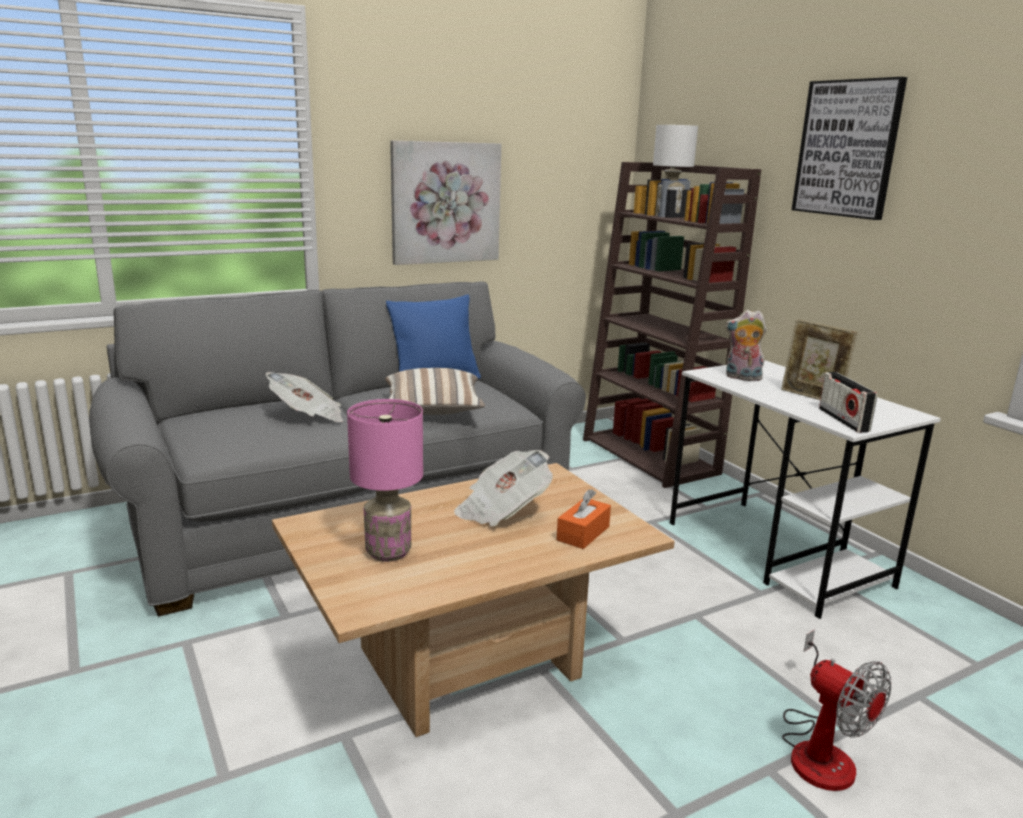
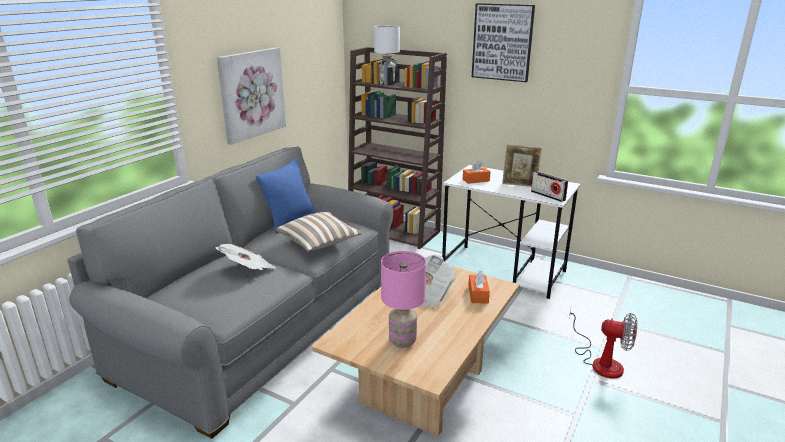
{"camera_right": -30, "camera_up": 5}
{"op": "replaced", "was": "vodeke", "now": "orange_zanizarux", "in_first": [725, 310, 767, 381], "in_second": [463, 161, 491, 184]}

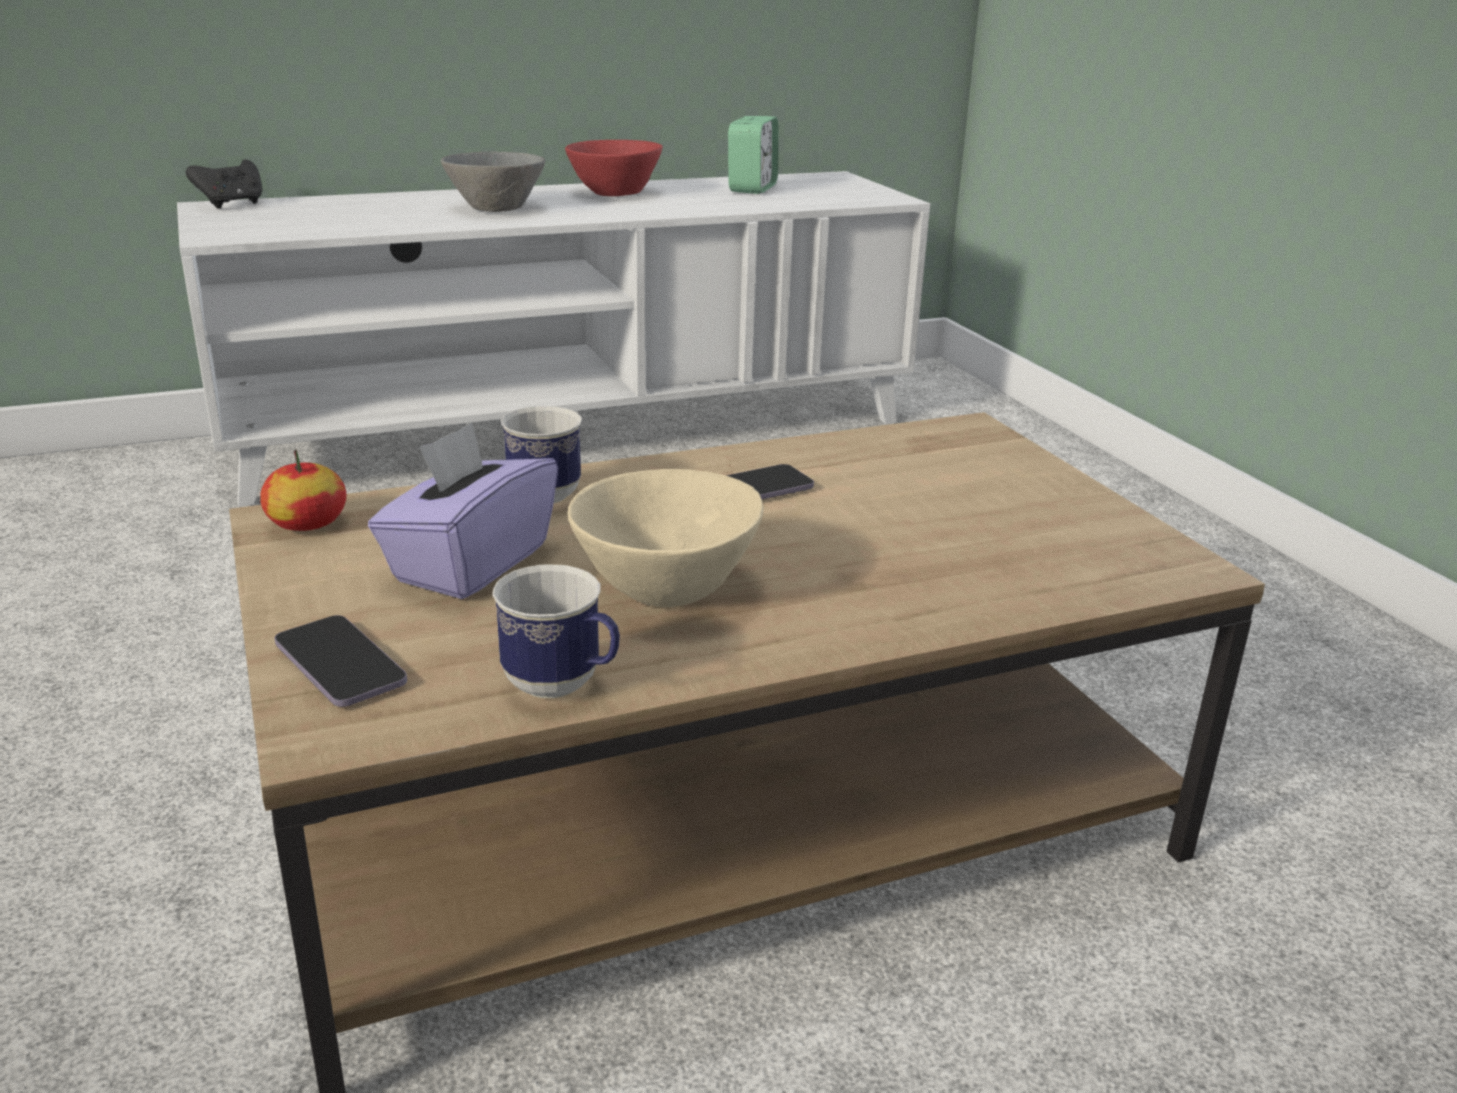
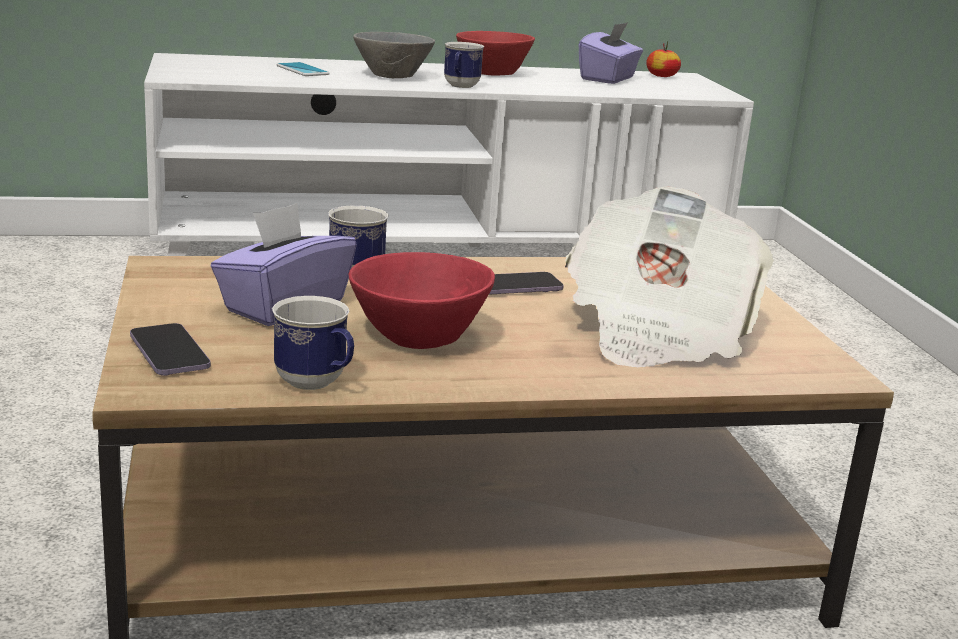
{"camera_right": 10, "camera_up": -5}
{"op": "removed", "was": "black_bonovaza", "in_first": [186, 160, 262, 209]}
{"op": "added", "now": "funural", "in_second": [277, 62, 330, 76]}
{"op": "added", "now": "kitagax", "in_second": [444, 42, 484, 88]}
{"op": "added", "now": "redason", "in_second": [565, 186, 774, 367]}
{"op": "moved", "was": "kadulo", "in_first": [260, 449, 346, 531], "in_second": [646, 41, 681, 77]}
{"op": "replaced", "was": "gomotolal", "now": "purple_zanizarux", "in_first": [728, 116, 779, 194], "in_second": [579, 22, 643, 84]}
{"op": "recoloured", "was": "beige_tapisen", "now": "red_tapisen", "in_first": [567, 469, 764, 607], "in_second": [349, 252, 495, 349]}

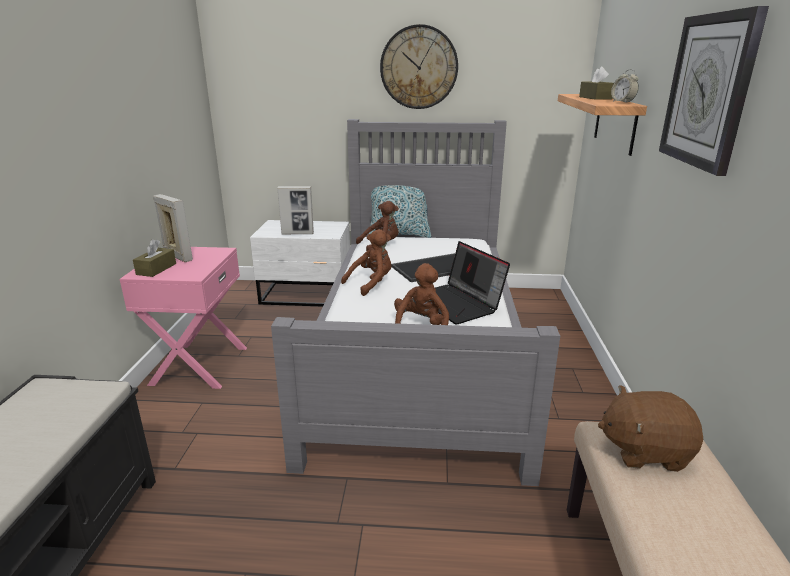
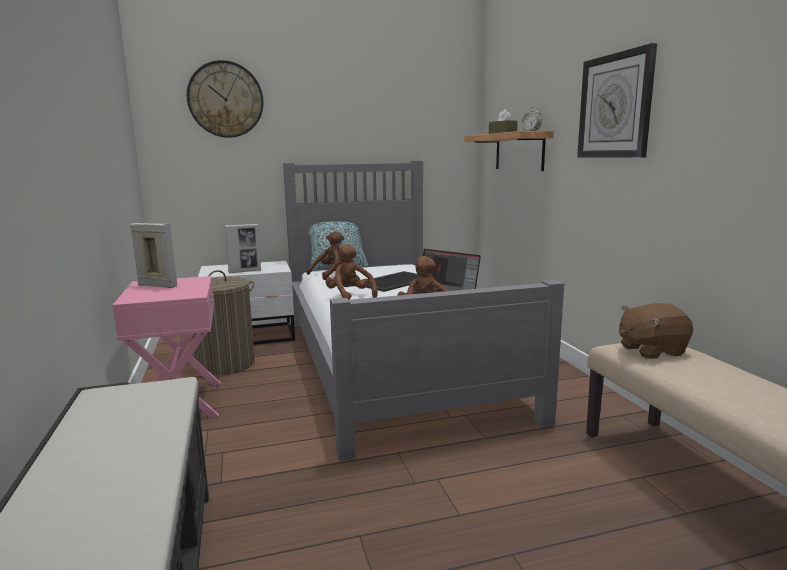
{"camera_right": -20, "camera_up": -10}
{"op": "removed", "was": "brown_zanizarux", "in_first": [133, 239, 176, 277]}
{"op": "added", "now": "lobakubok", "in_second": [192, 270, 255, 375]}
{"op": "moved", "was": "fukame", "in_first": [380, 24, 458, 109], "in_second": [187, 60, 264, 138]}
{"op": "turned", "was": "brown_vodeke", "in_first": [341, 229, 392, 296], "in_second": [325, 244, 378, 300], "clockwise": -60}

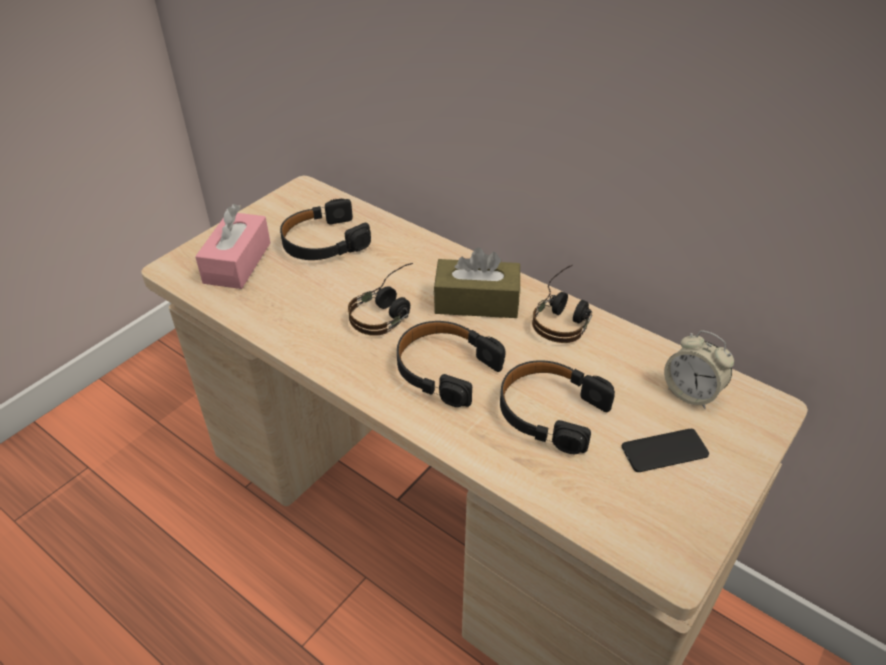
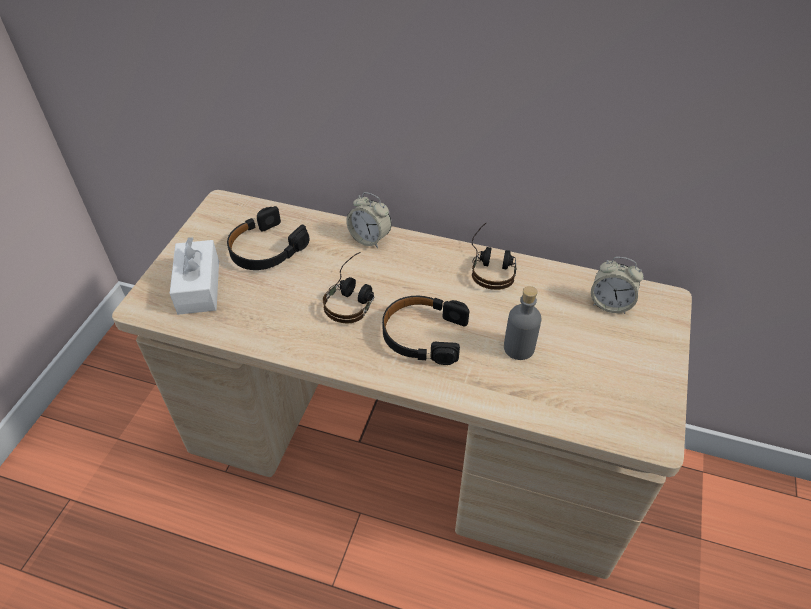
{"camera_right": -20, "camera_up": 5}
{"op": "removed", "was": "brown_zanizarux", "in_first": [433, 247, 520, 318]}
{"op": "removed", "was": "funural", "in_first": [622, 429, 709, 472]}
{"op": "added", "now": "gomotolal", "in_second": [346, 192, 392, 248]}
{"op": "replaced", "was": "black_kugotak", "now": "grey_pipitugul", "in_first": [500, 360, 615, 454], "in_second": [504, 286, 542, 360]}
{"op": "recoloured", "was": "pink_zanizarux", "now": "white_zanizarux", "in_first": [195, 204, 270, 289], "in_second": [170, 237, 219, 315]}

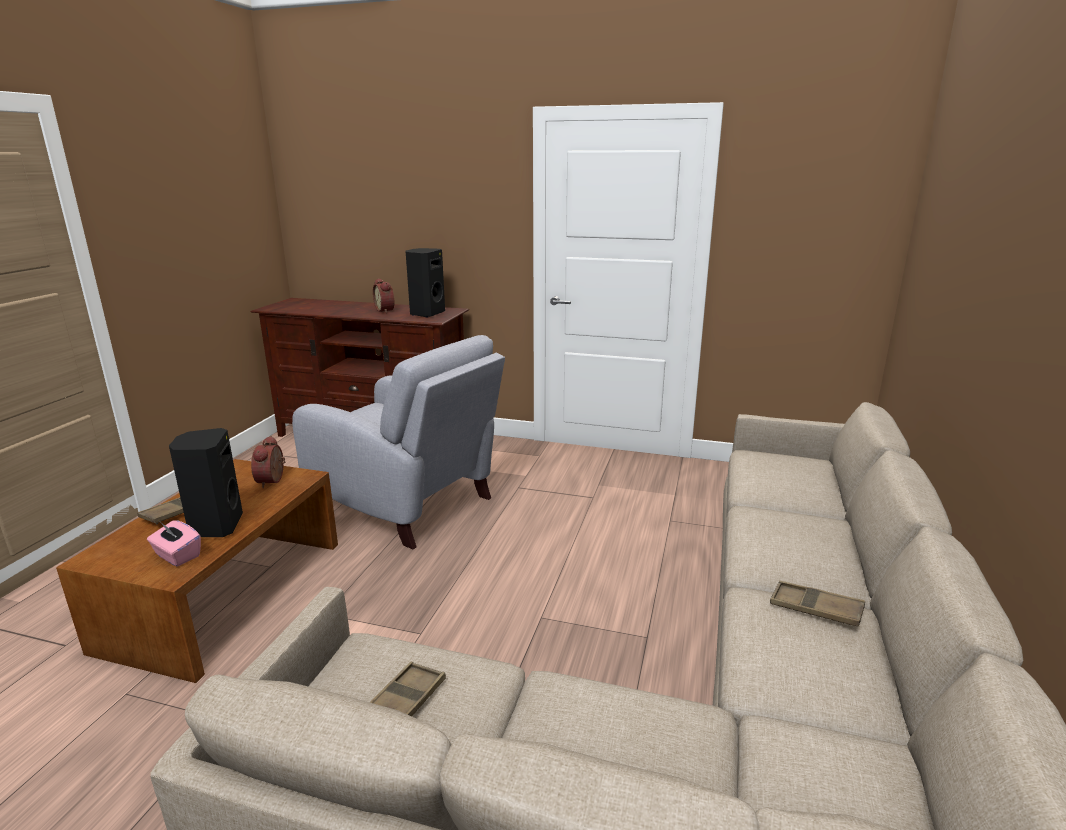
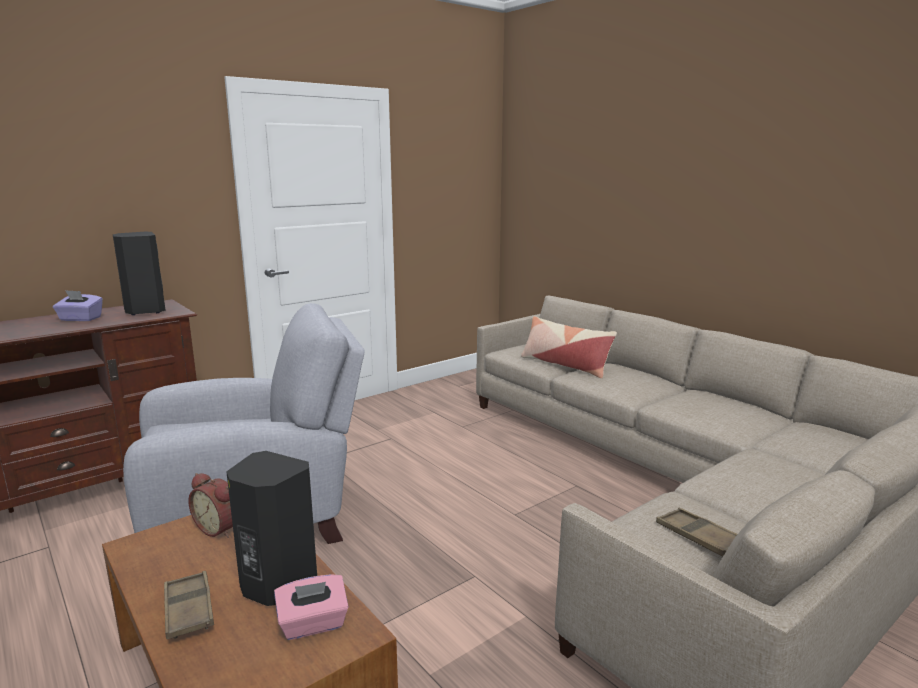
{"camera_right": -55, "camera_up": -5}
{"op": "removed", "was": "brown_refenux", "in_first": [770, 581, 865, 627]}
{"op": "added", "now": "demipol", "in_second": [521, 316, 617, 378]}
{"op": "replaced", "was": "gomotolal", "now": "purple_zanizarux", "in_first": [373, 279, 394, 313], "in_second": [53, 290, 103, 321]}

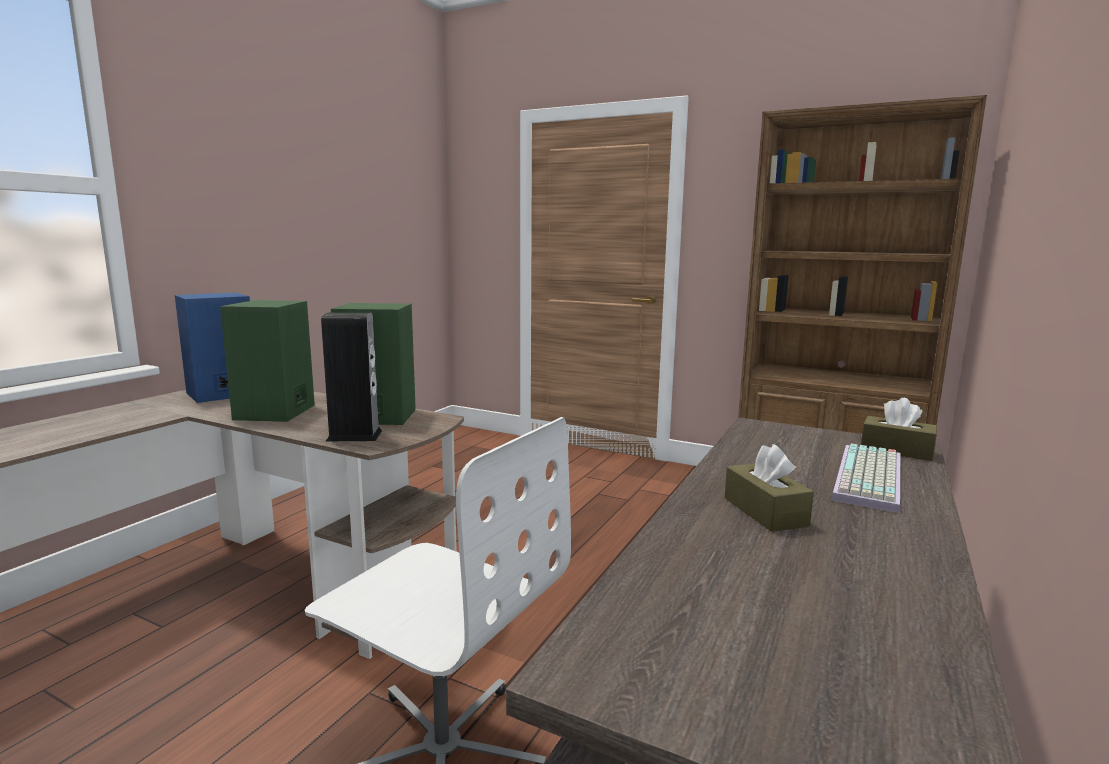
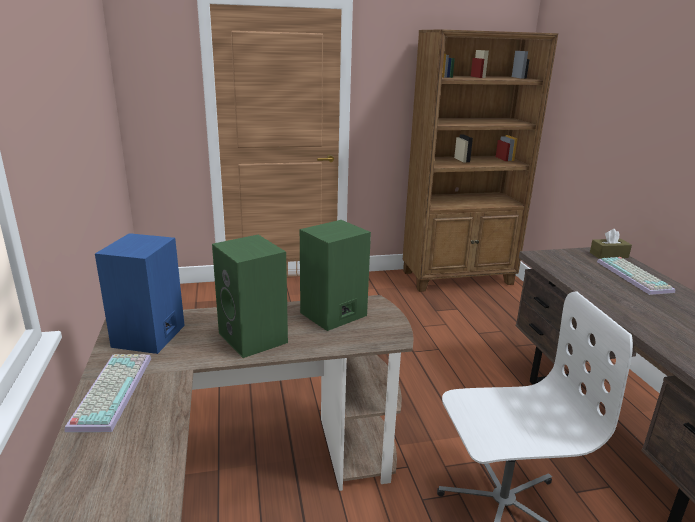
{"camera_right": -40, "camera_up": 10}
{"op": "removed", "was": "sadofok", "in_first": [321, 313, 382, 441]}
{"op": "removed", "was": "brown_zanizarux", "in_first": [725, 444, 814, 532]}
{"op": "added", "now": "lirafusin", "in_second": [65, 354, 151, 432]}

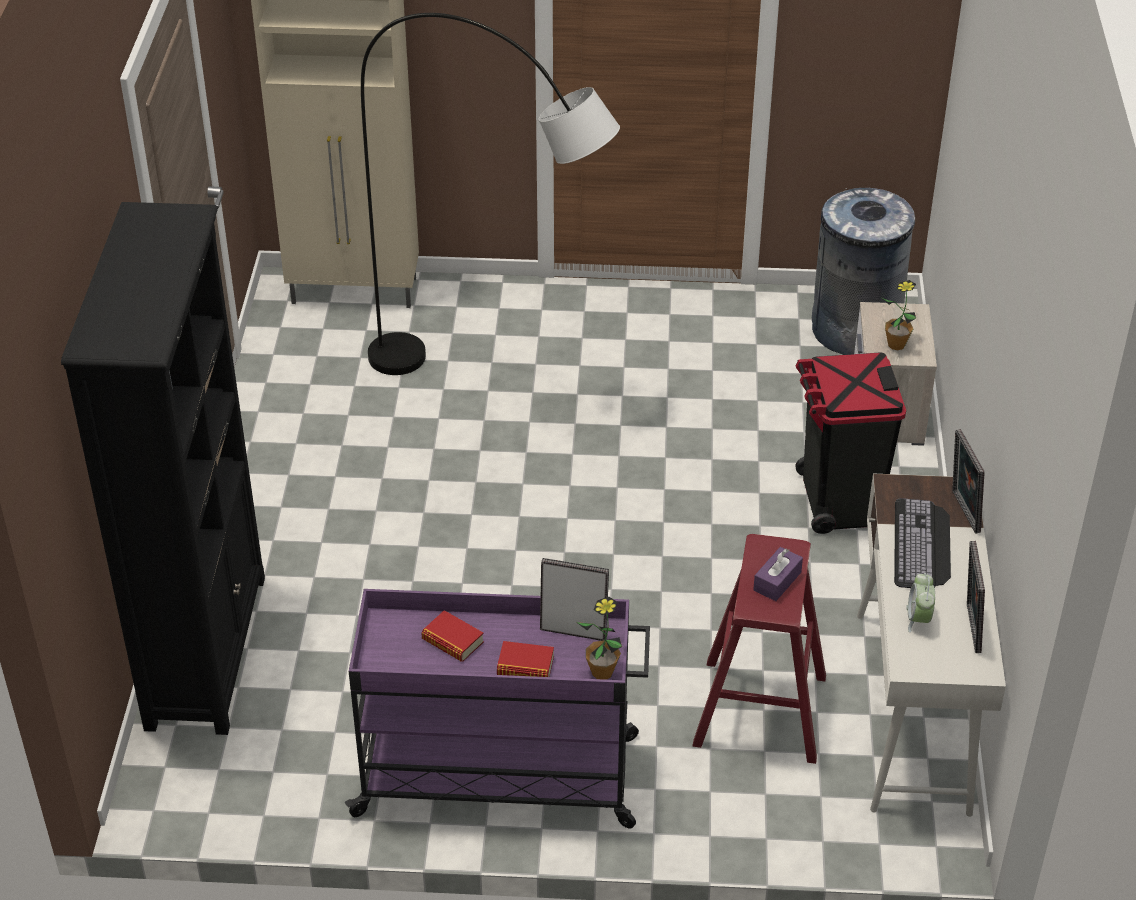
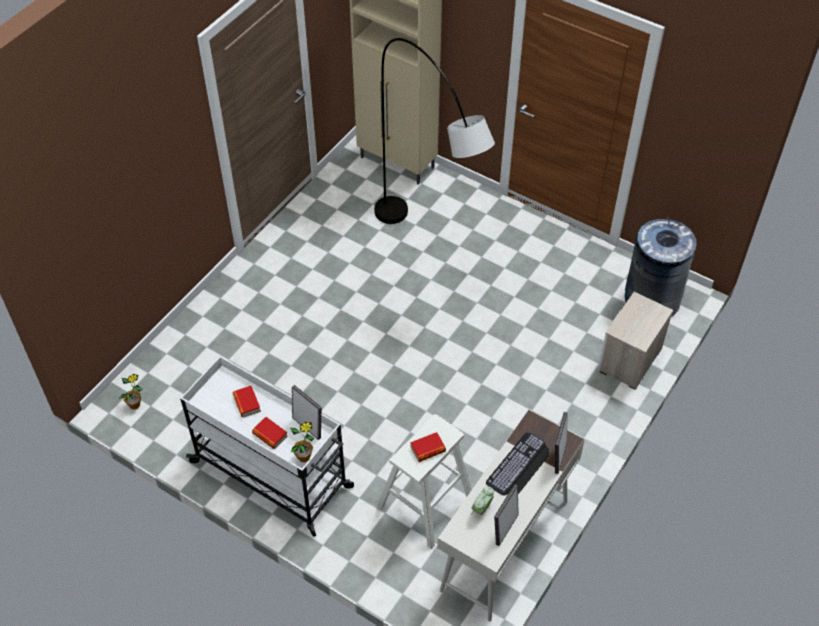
{"camera_right": 30, "camera_up": 10}
{"op": "removed", "was": "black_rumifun", "in_first": [61, 202, 265, 735]}
{"op": "removed", "was": "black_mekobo", "in_first": [795, 352, 906, 534]}
{"op": "moved", "was": "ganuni", "in_first": [882, 280, 916, 350], "in_second": [119, 374, 143, 410]}
{"op": "replaced", "was": "purple_zanizarux", "now": "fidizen", "in_first": [753, 547, 803, 601], "in_second": [410, 432, 446, 462]}
{"op": "recoloured", "was": "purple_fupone", "now": "white_fupone", "in_first": [345, 589, 650, 829], "in_second": [180, 356, 354, 537]}
{"op": "recoloured", "was": "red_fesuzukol", "now": "white_fesuzukol", "in_first": [693, 534, 826, 764], "in_second": [377, 414, 472, 549]}

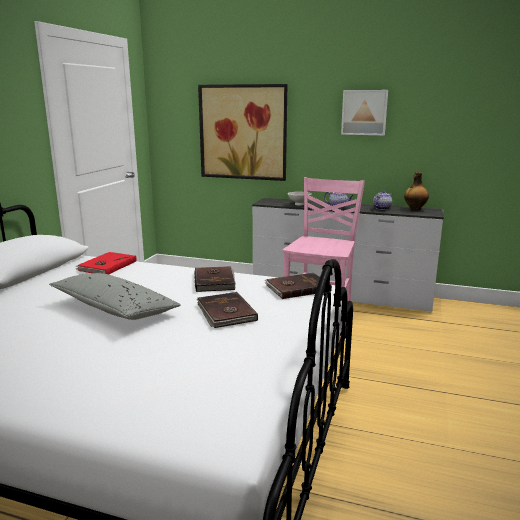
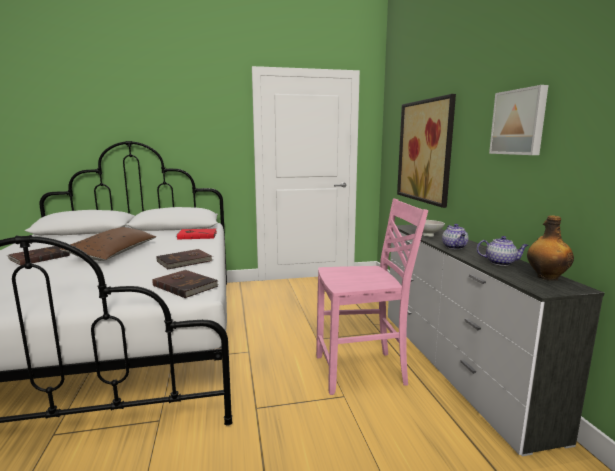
{"camera_right": 60, "camera_up": -5}
{"op": "moved", "was": "brown_fidizen", "in_first": [197, 292, 258, 328], "in_second": [7, 246, 70, 266]}
{"op": "recoloured", "was": "grey_demipol", "now": "brown_demipol", "in_first": [49, 273, 181, 320], "in_second": [59, 227, 156, 261]}

